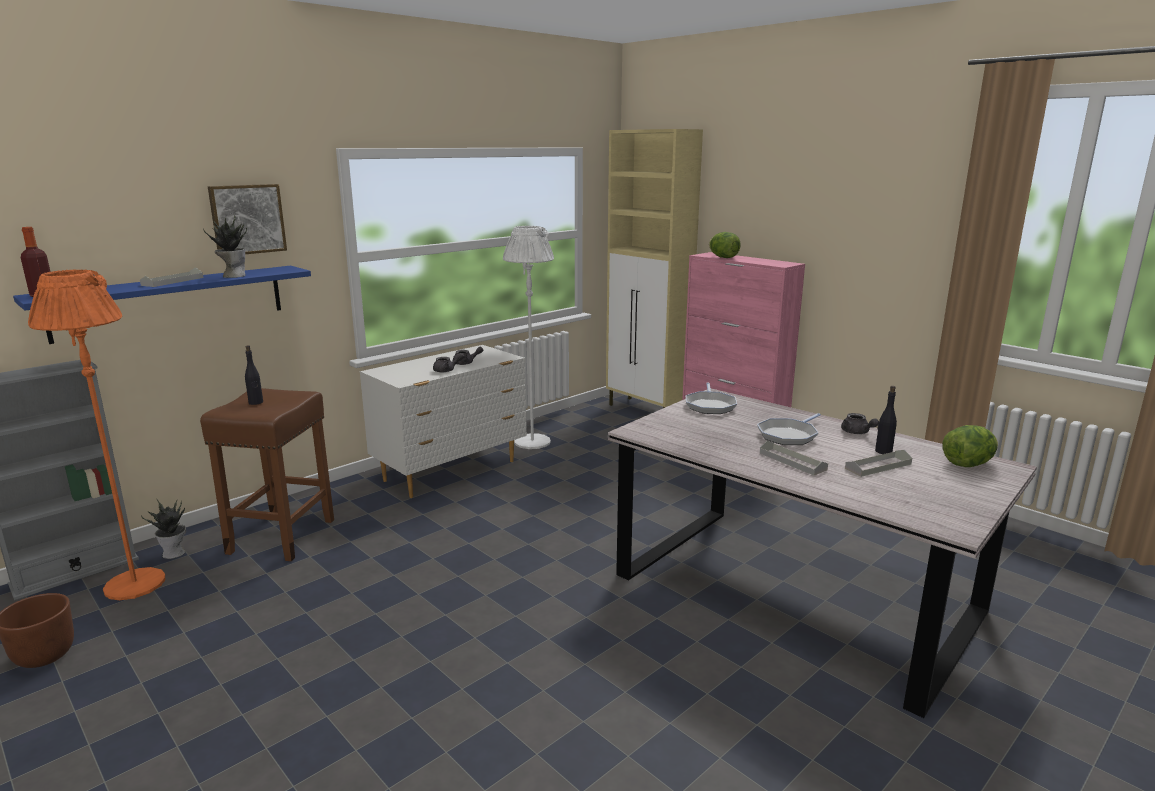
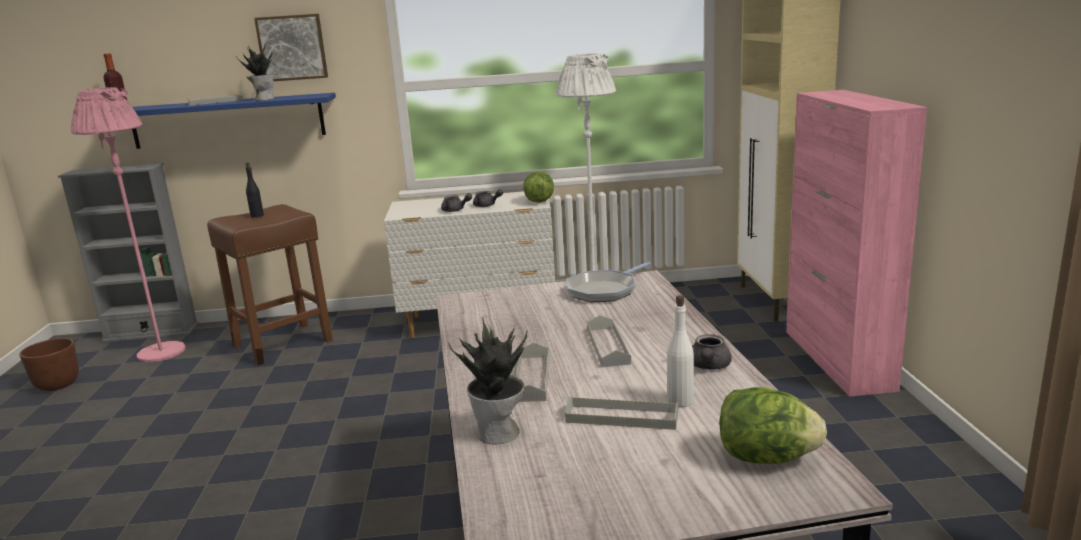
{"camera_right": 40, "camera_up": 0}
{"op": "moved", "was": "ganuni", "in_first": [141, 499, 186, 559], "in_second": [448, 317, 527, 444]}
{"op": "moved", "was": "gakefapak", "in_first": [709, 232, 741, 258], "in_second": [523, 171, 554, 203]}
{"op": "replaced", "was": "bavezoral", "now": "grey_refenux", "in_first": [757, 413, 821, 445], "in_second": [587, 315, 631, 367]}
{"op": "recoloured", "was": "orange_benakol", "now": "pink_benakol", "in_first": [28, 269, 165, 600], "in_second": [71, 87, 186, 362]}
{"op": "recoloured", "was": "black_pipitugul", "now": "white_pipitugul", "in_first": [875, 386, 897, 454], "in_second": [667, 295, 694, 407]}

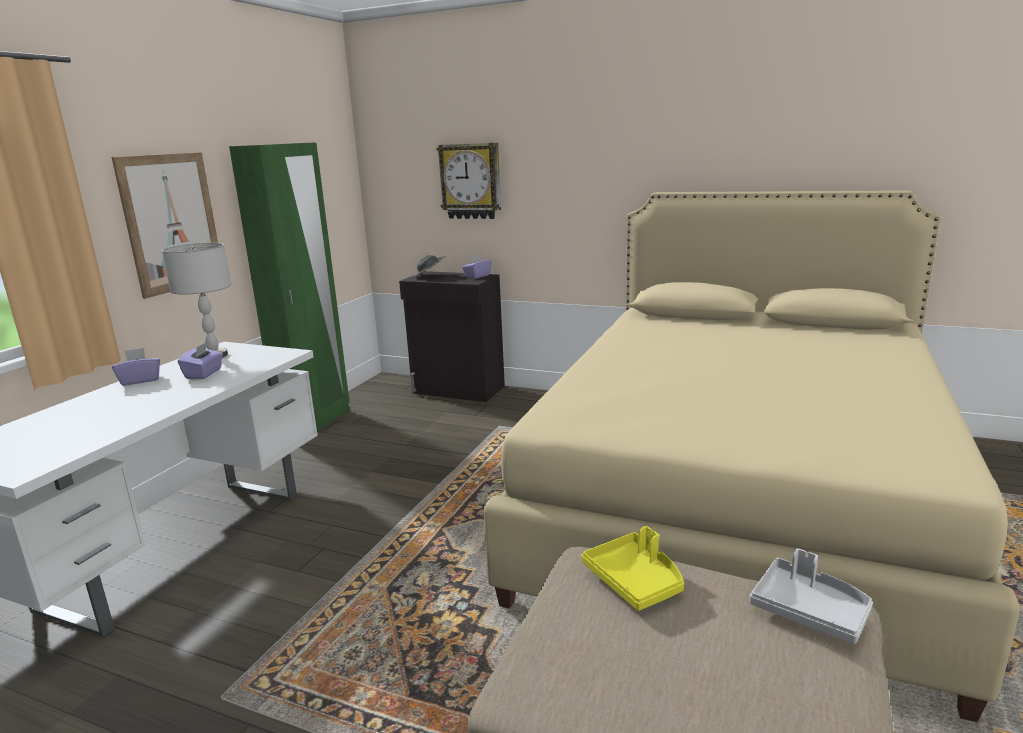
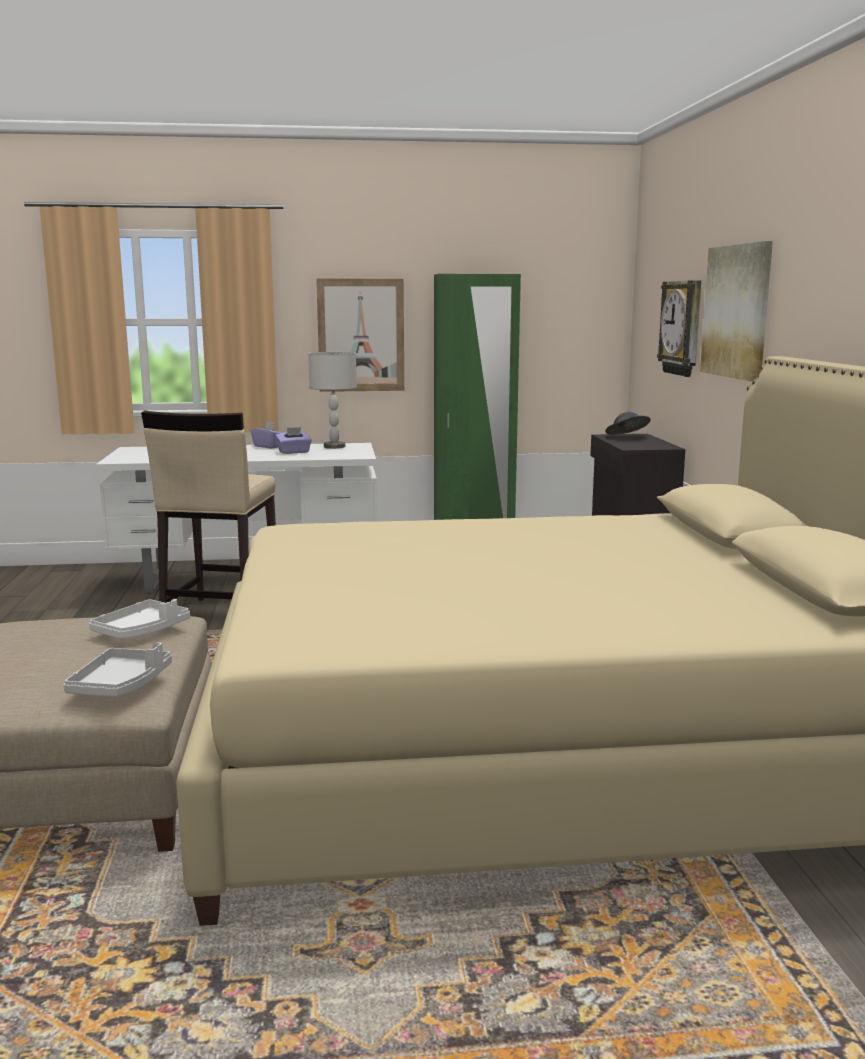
{"camera_right": 60, "camera_up": -5}
{"op": "removed", "was": "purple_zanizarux", "in_first": [462, 254, 492, 279]}
{"op": "added", "now": "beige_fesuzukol", "in_second": [141, 411, 276, 603]}
{"op": "added", "now": "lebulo", "in_second": [700, 241, 773, 382]}
{"op": "recoloured", "was": "yellow_refenux", "now": "white_refenux", "in_first": [582, 526, 684, 611], "in_second": [89, 599, 190, 639]}

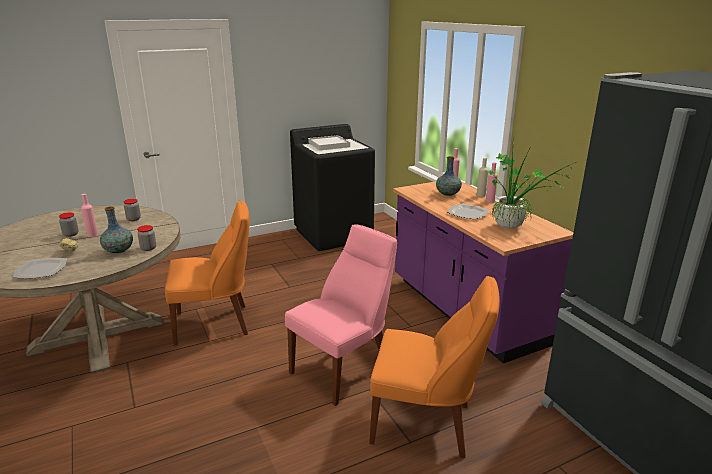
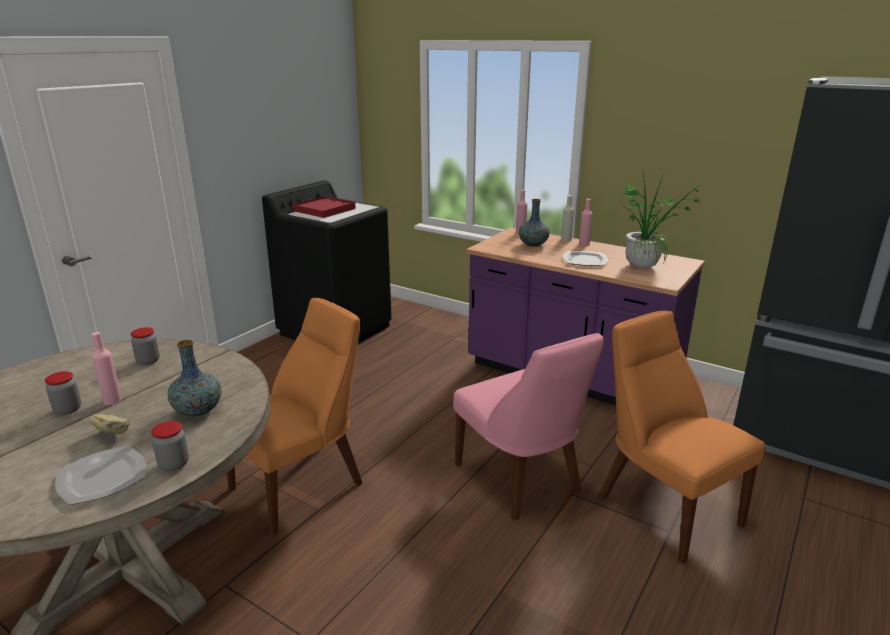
{"camera_right": -30, "camera_up": 0}
{"op": "moved", "was": "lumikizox", "in_first": [137, 225, 156, 251], "in_second": [151, 421, 189, 471]}
{"op": "recoloured", "was": "white_refenux", "now": "red_refenux", "in_first": [308, 135, 350, 150], "in_second": [292, 196, 356, 218]}
{"op": "turned", "was": "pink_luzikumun", "in_first": [285, 225, 397, 406], "in_second": [453, 333, 604, 521], "clockwise": 135}
{"op": "turned", "was": "orange_luzikumun", "in_first": [369, 276, 500, 458], "in_second": [599, 310, 765, 564], "clockwise": -105}

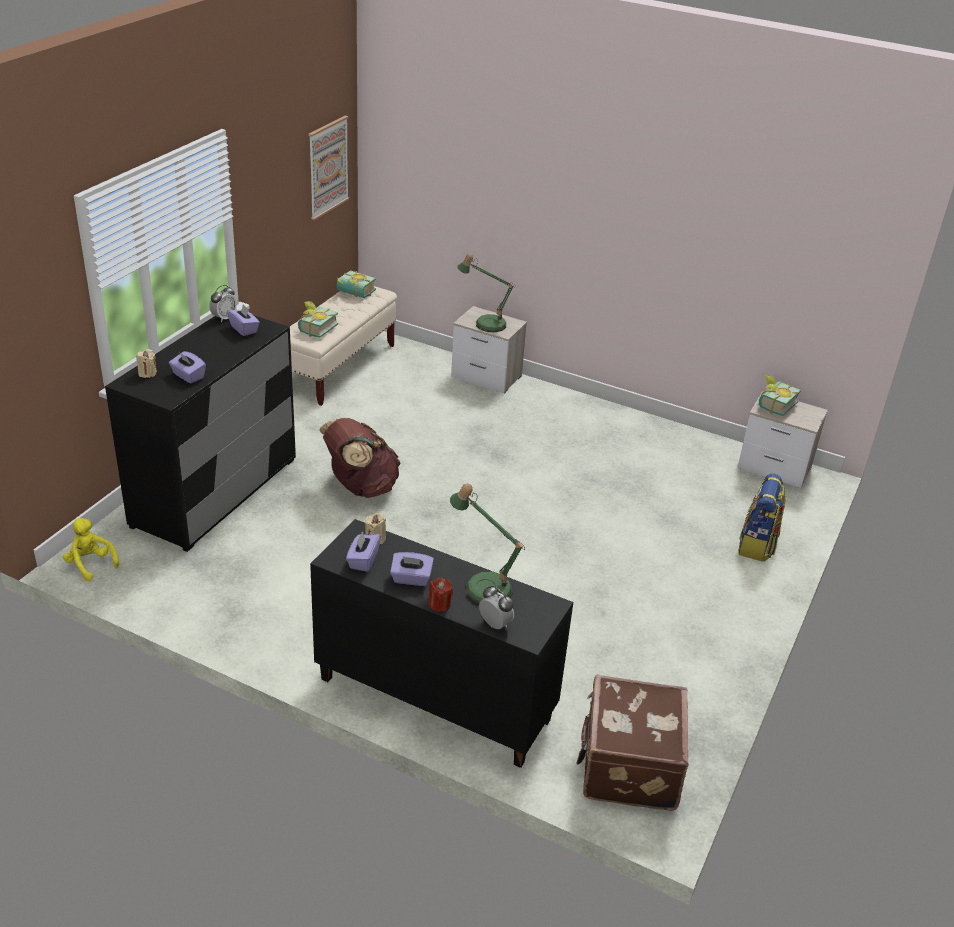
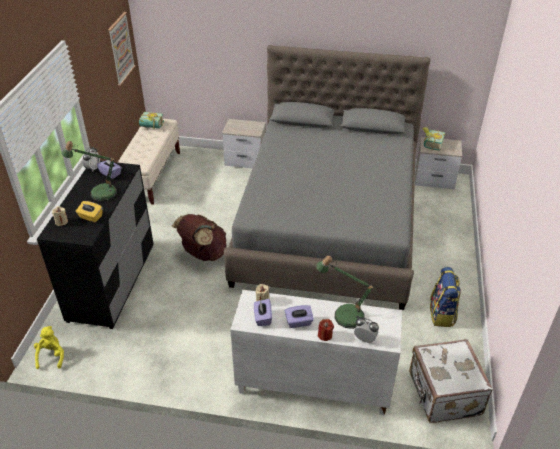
{"camera_right": -15, "camera_up": 5}
{"op": "removed", "was": "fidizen", "in_first": [298, 301, 338, 338]}
{"op": "added", "now": "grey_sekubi", "in_second": [224, 45, 430, 310]}
{"op": "moved", "was": "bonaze", "in_first": [457, 254, 516, 332], "in_second": [61, 141, 117, 201]}
{"op": "moved", "was": "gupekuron", "in_first": [739, 474, 786, 562], "in_second": [430, 267, 461, 327]}
{"op": "recoloured", "was": "purple_zanizarux", "now": "yellow_zanizarux", "in_first": [169, 351, 206, 384], "in_second": [76, 201, 103, 222]}
{"op": "recoloured", "was": "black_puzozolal", "now": "white_puzozolal", "in_first": [310, 519, 573, 768], "in_second": [230, 290, 402, 415]}
{"op": "recoloured", "was": "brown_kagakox", "now": "white_kagakox", "in_first": [576, 675, 688, 811], "in_second": [409, 339, 493, 423]}
{"op": "turned", "was": "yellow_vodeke", "in_first": [63, 518, 119, 581], "in_second": [34, 326, 64, 369], "clockwise": 60}

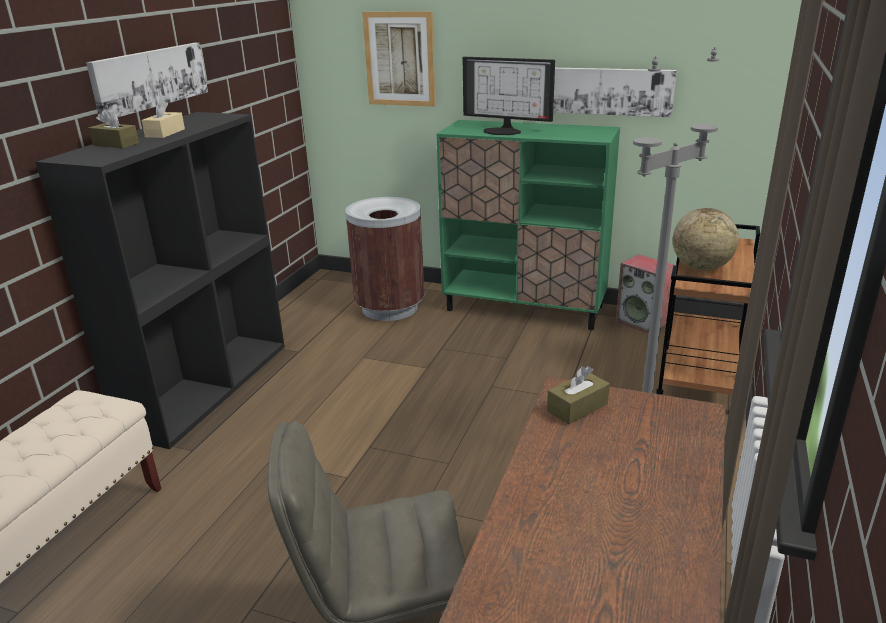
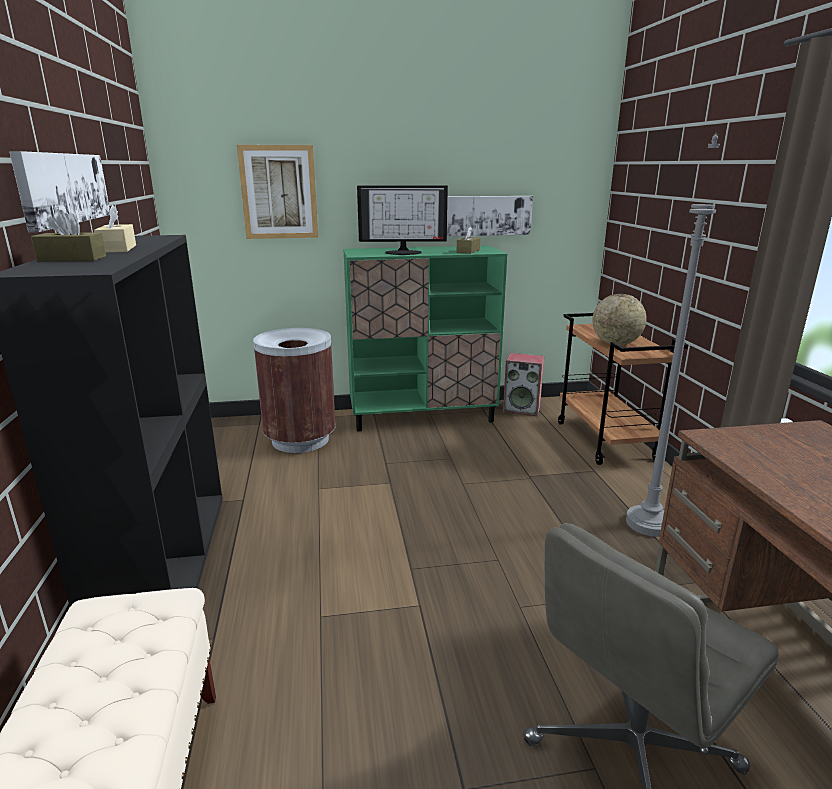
{"camera_right": -30, "camera_up": -5}
{"op": "moved", "was": "brown_zanizarux", "in_first": [547, 366, 610, 425], "in_second": [456, 226, 480, 254]}

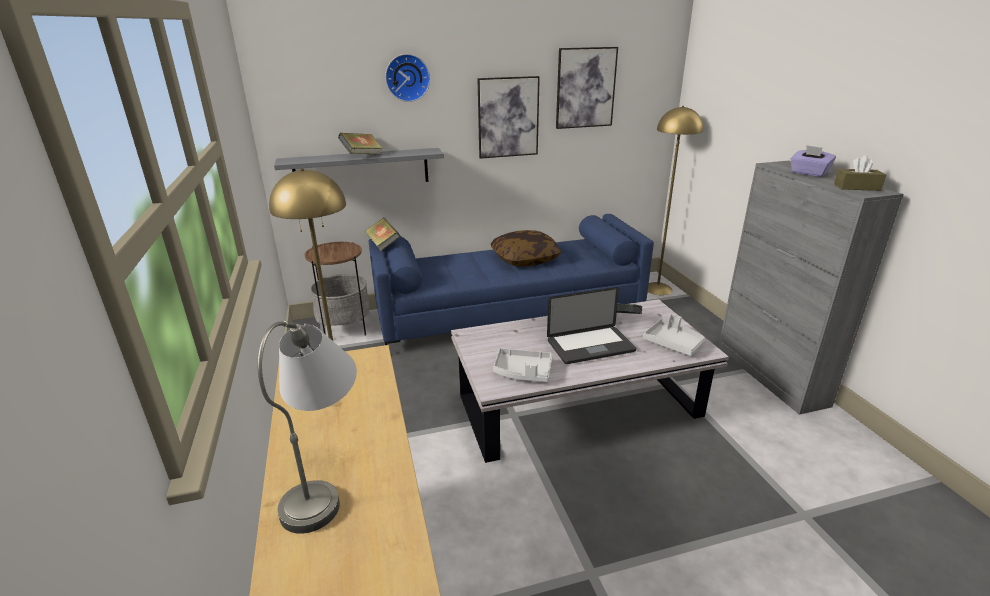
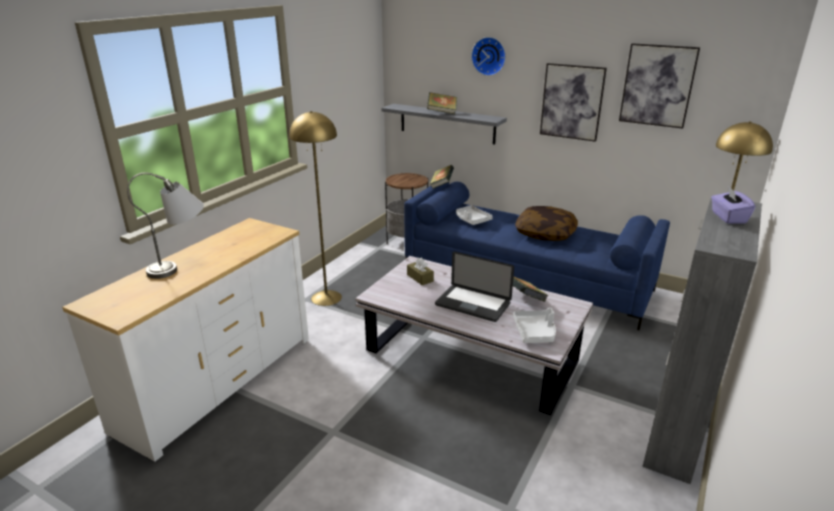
{"camera_right": 45, "camera_up": 0}
{"op": "moved", "was": "grey_refenux", "in_first": [493, 348, 552, 382], "in_second": [456, 205, 493, 225]}
{"op": "moved", "was": "brown_zanizarux", "in_first": [834, 155, 886, 191], "in_second": [407, 258, 434, 285]}

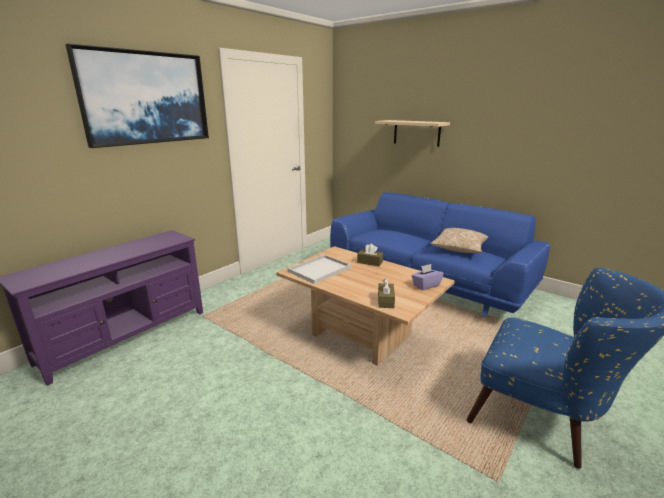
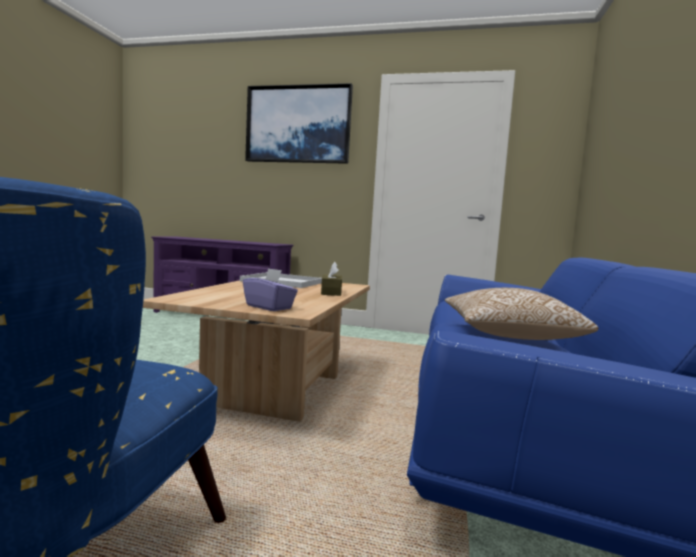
{"camera_right": 65, "camera_up": -15}
{"op": "removed", "was": "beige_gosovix", "in_first": [375, 120, 450, 147]}
{"op": "removed", "was": "brown_zanizarux", "in_first": [378, 278, 395, 308]}

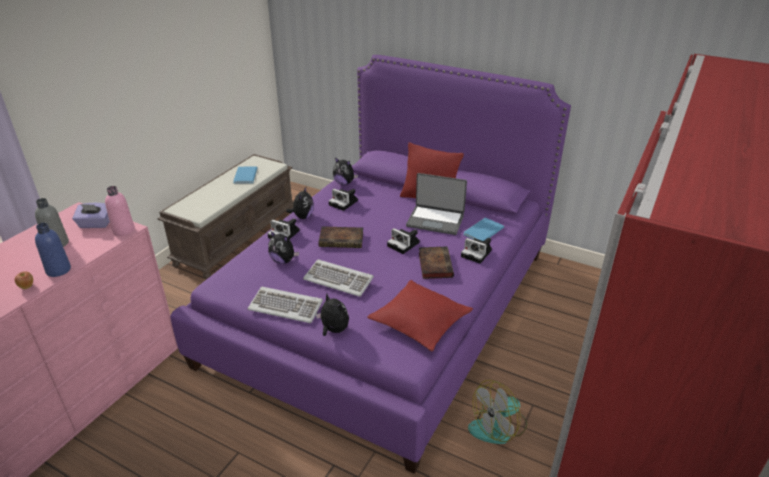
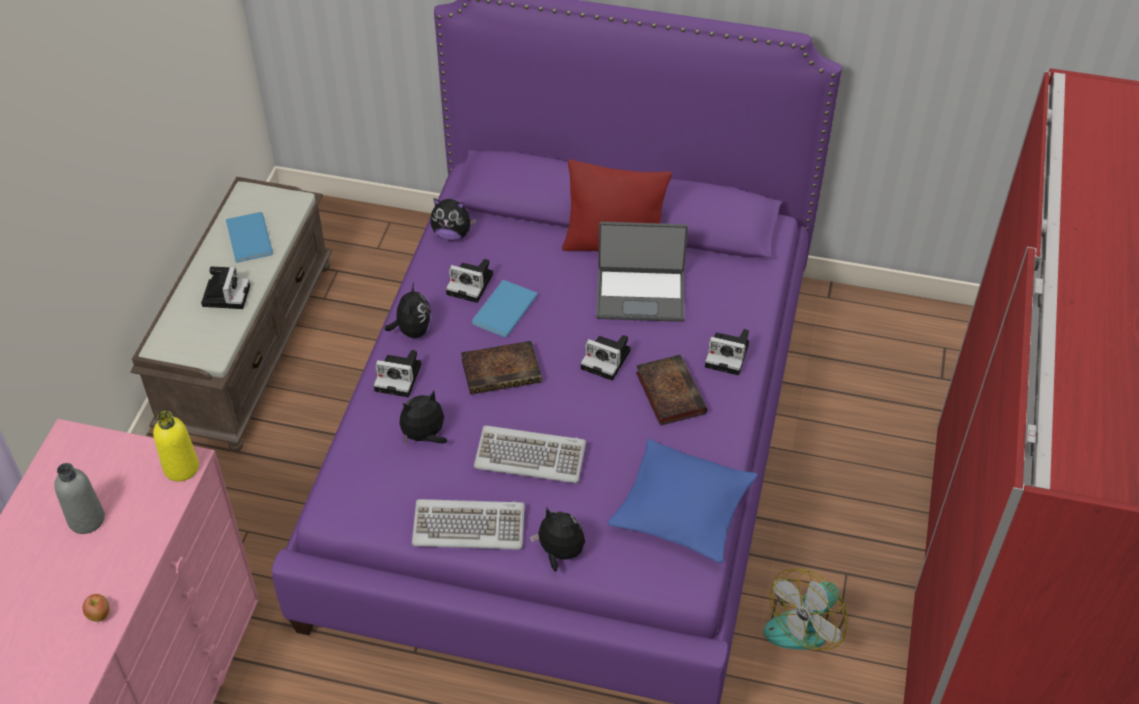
{"camera_right": -15, "camera_up": 15}
{"op": "removed", "was": "blue_pipitugul", "in_first": [35, 223, 71, 277]}
{"op": "removed", "was": "purple_zanizarux", "in_first": [72, 203, 110, 228]}
{"op": "added", "now": "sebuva", "in_second": [201, 266, 250, 309]}
{"op": "moved", "was": "blue_fidizen", "in_first": [463, 218, 504, 241], "in_second": [472, 280, 538, 338]}
{"op": "recoloured", "was": "pink_pipitugul", "now": "yellow_pipitugul", "in_first": [105, 186, 135, 236], "in_second": [153, 411, 199, 482]}
{"op": "recoloured", "was": "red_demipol", "now": "blue_demipol", "in_first": [367, 280, 473, 351], "in_second": [608, 439, 758, 564]}
{"op": "turned", "was": "vodeke", "in_first": [268, 231, 299, 264], "in_second": [399, 391, 447, 445], "clockwise": 135}

